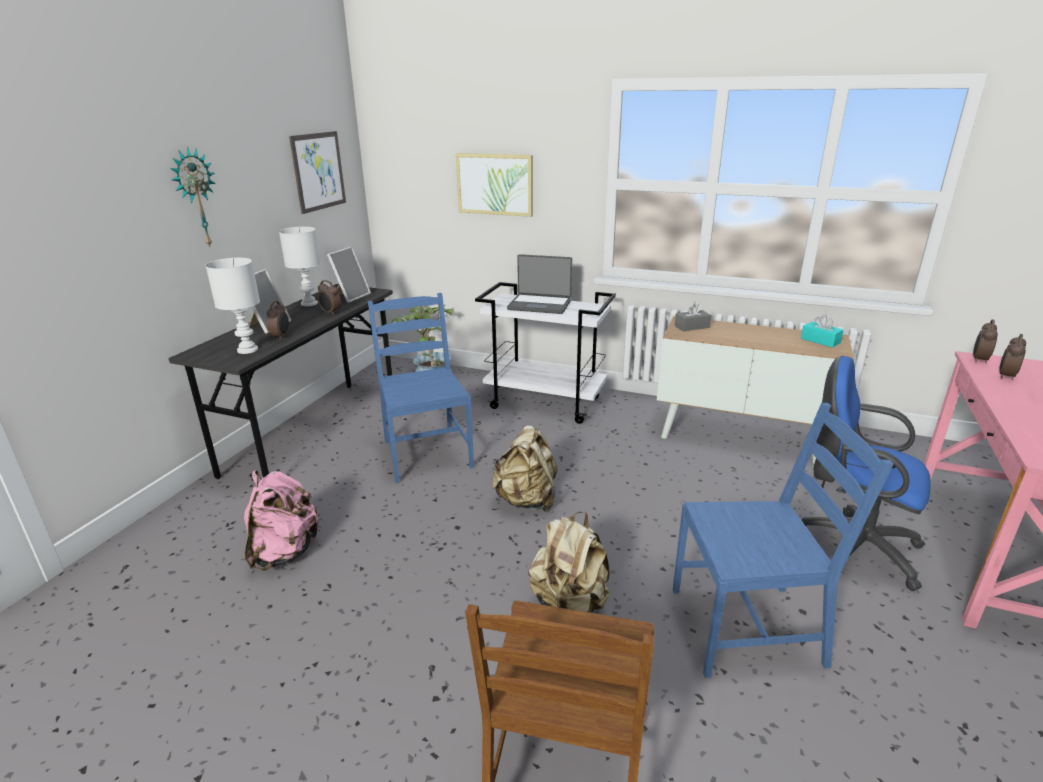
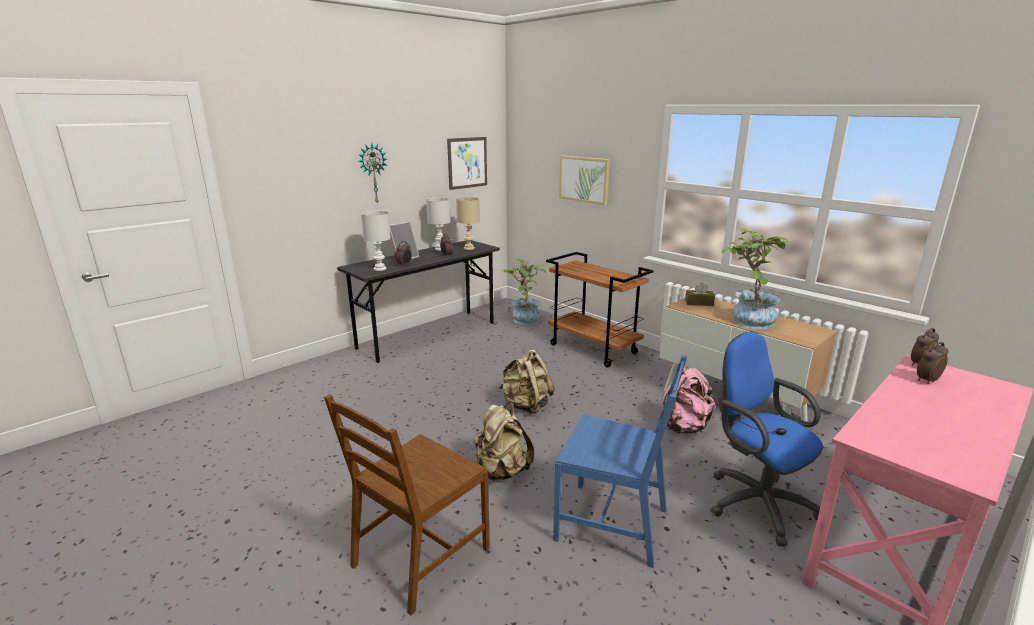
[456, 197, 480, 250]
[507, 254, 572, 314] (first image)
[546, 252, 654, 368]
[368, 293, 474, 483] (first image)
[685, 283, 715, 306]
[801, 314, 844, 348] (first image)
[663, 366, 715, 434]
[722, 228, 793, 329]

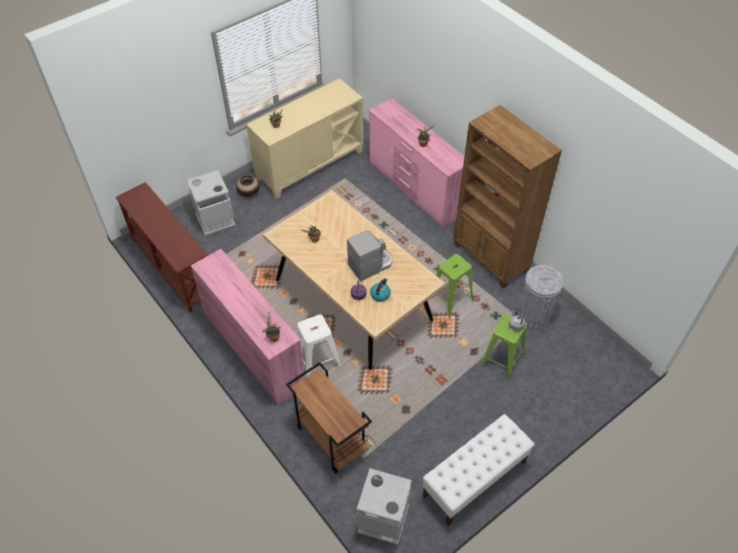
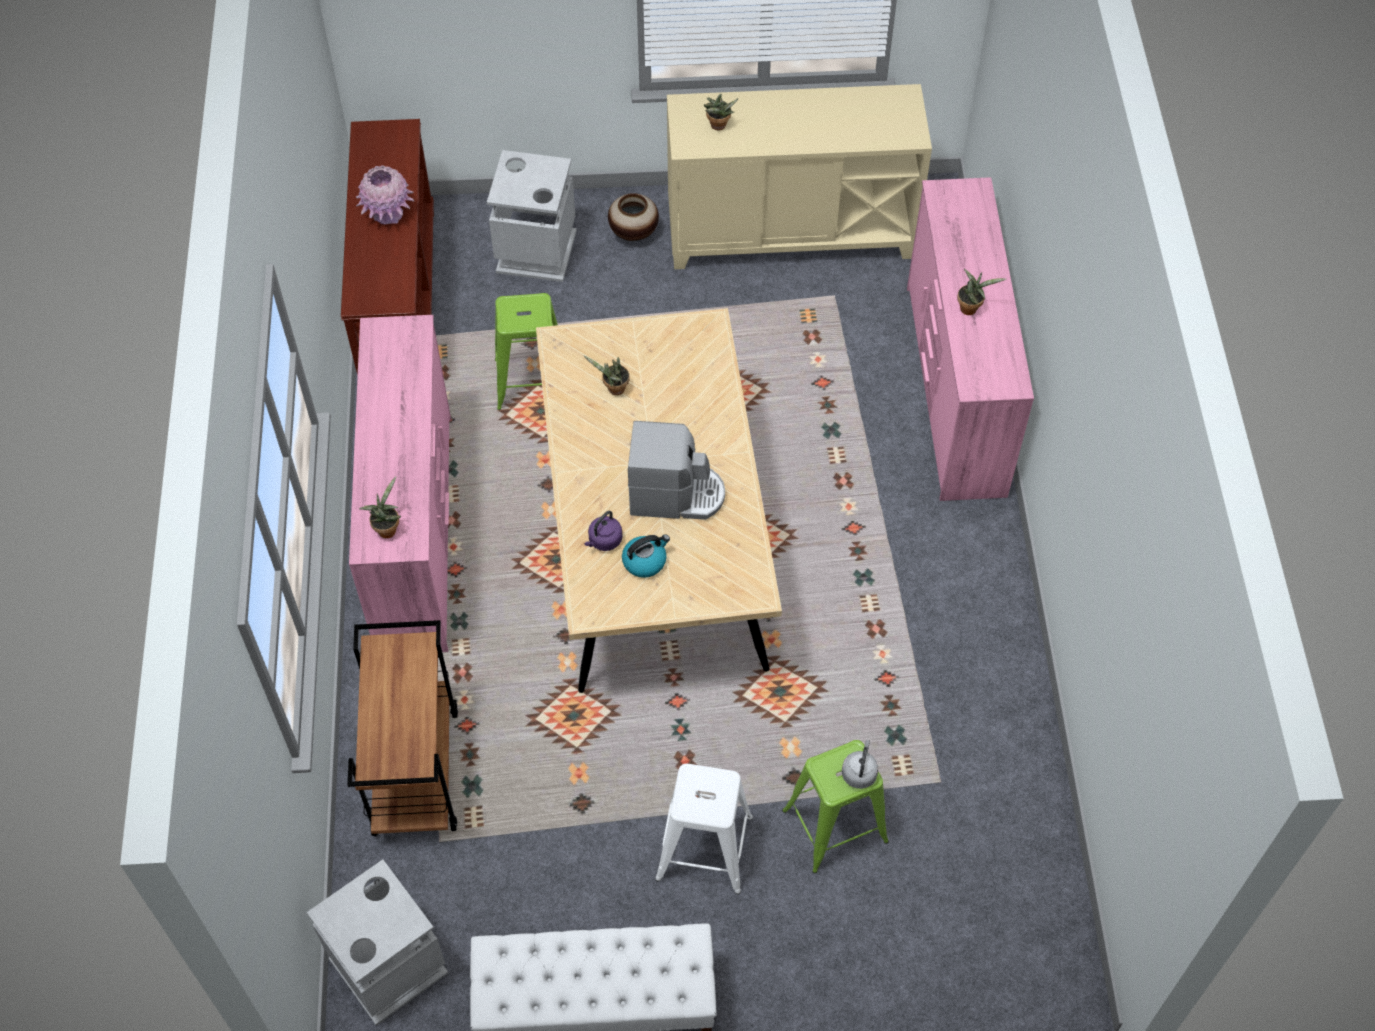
[454, 105, 562, 289] (first image)
[495, 293, 558, 410]
[518, 265, 564, 328] (first image)
[655, 764, 753, 894]
[356, 165, 415, 224]

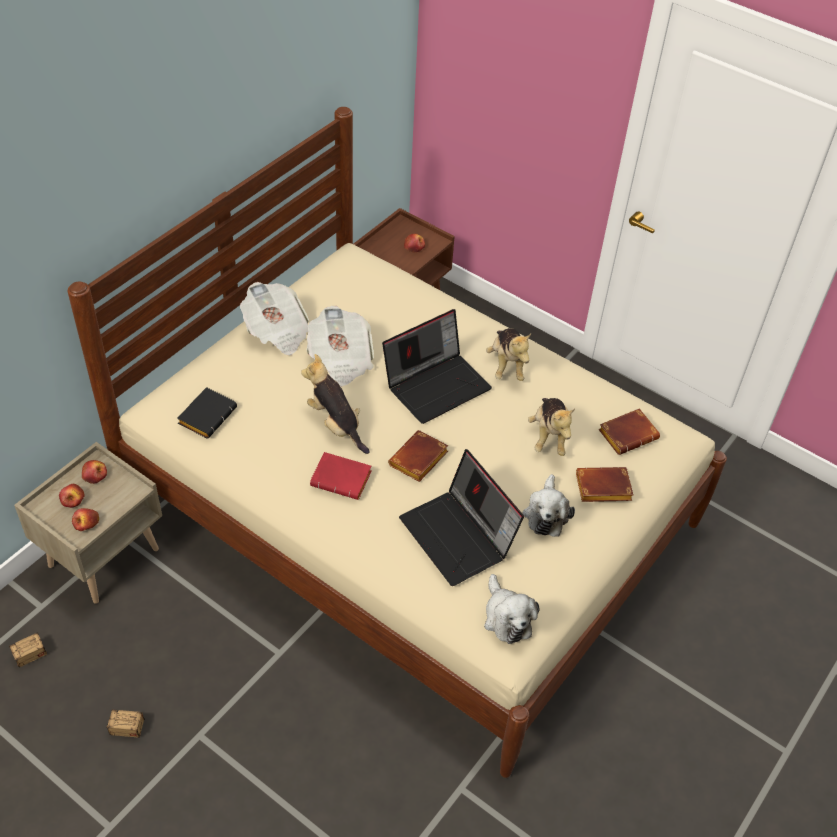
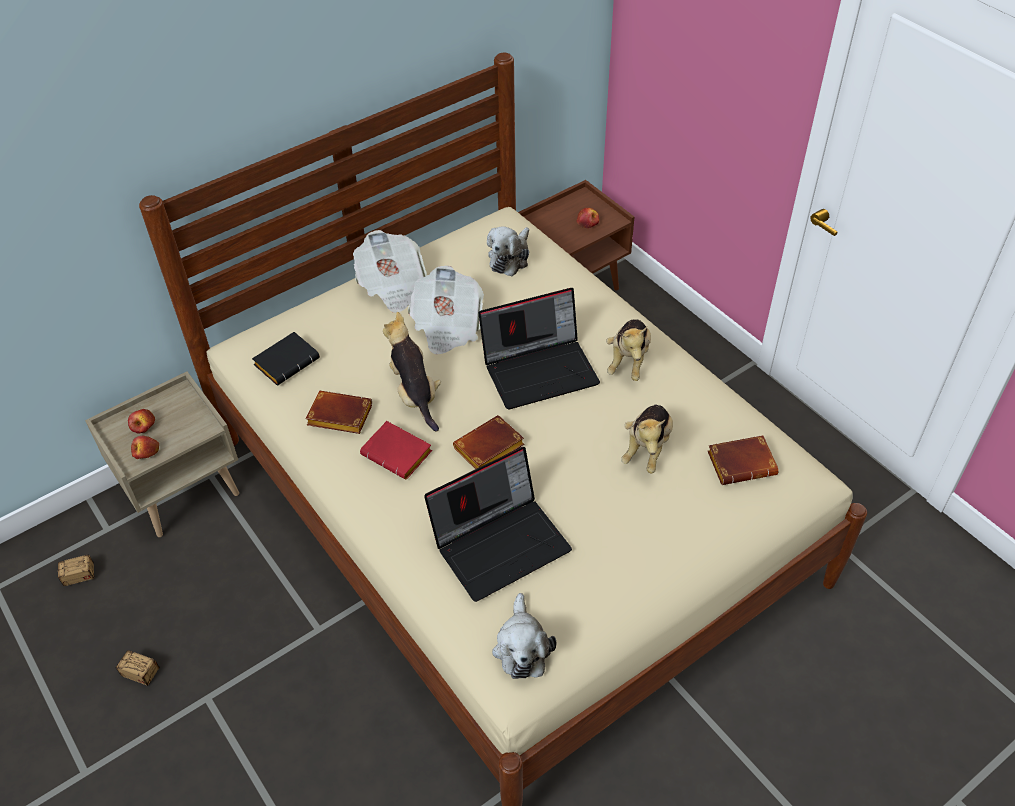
[424, 447, 572, 602]
[82, 460, 107, 484] (first image)
[305, 391, 372, 434]
[487, 226, 529, 276]

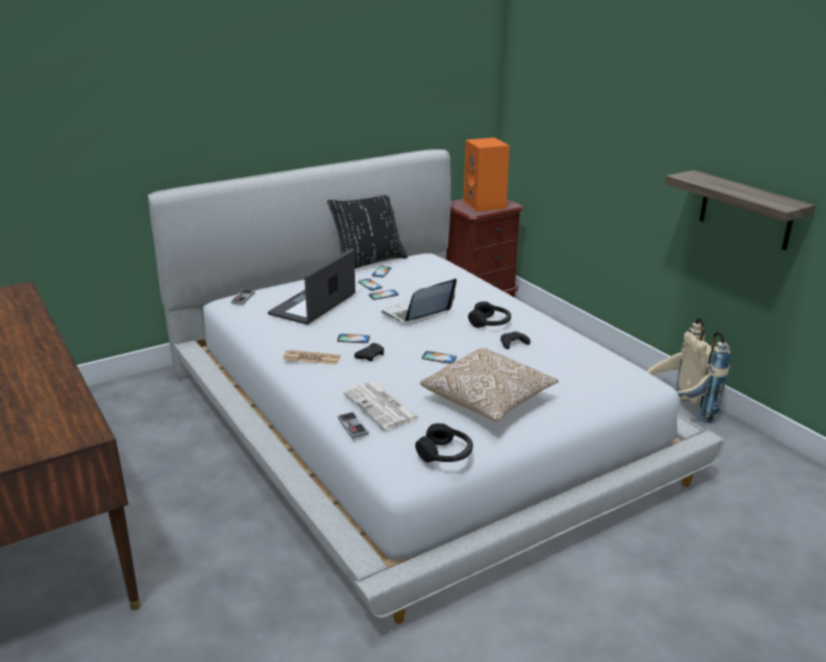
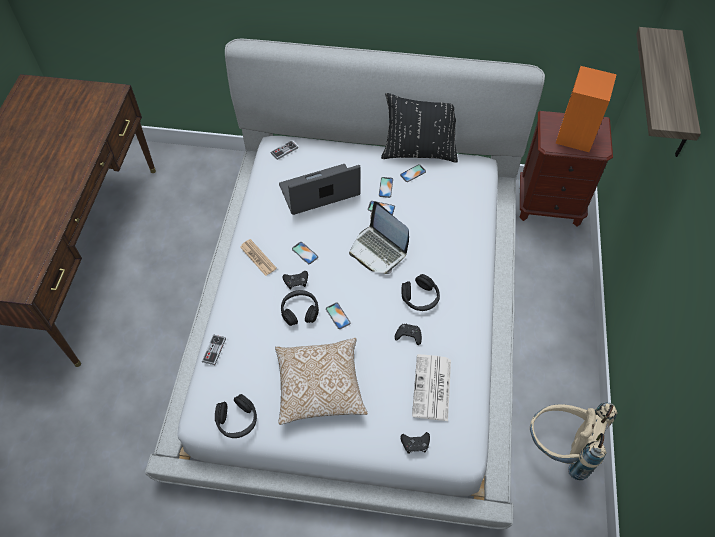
[636, 27, 701, 157]
[349, 201, 409, 274]
[412, 354, 451, 421]
[281, 290, 319, 326]
[400, 432, 430, 454]

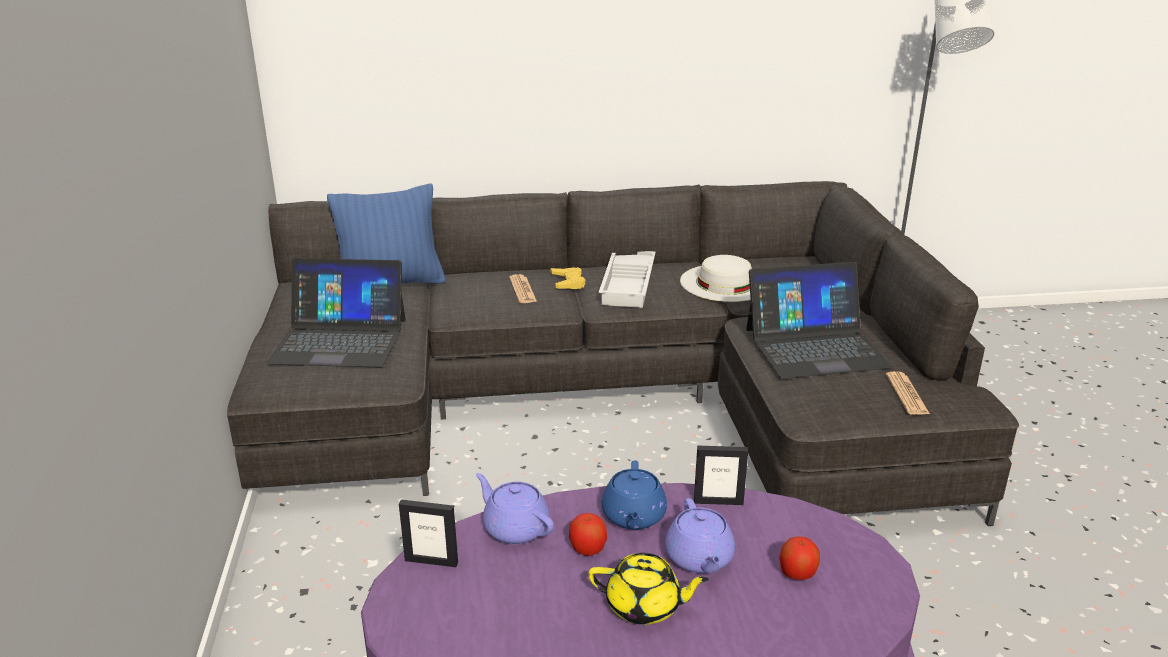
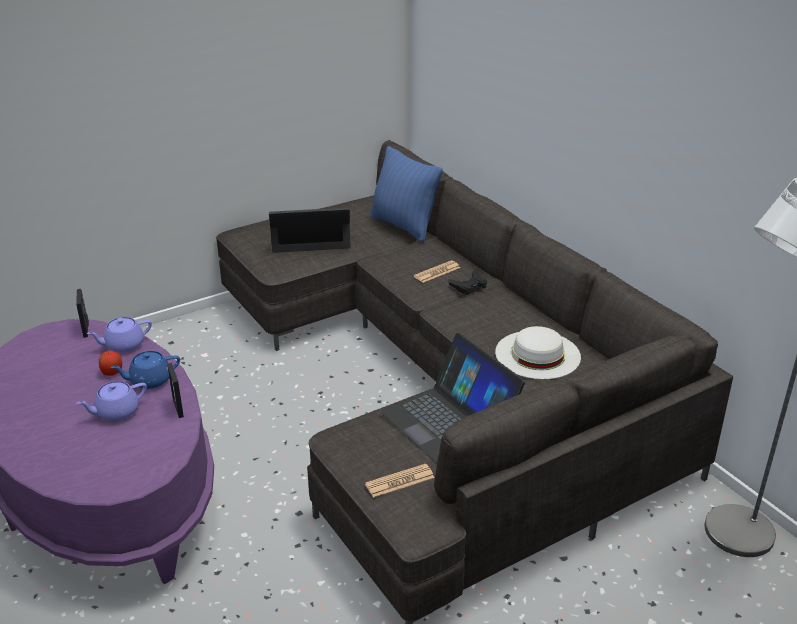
[599, 251, 656, 308] (first image)
[269, 208, 350, 253]
[449, 271, 487, 295]
[87, 317, 152, 353]
[779, 537, 820, 580] (first image)
[588, 553, 709, 625] (first image)

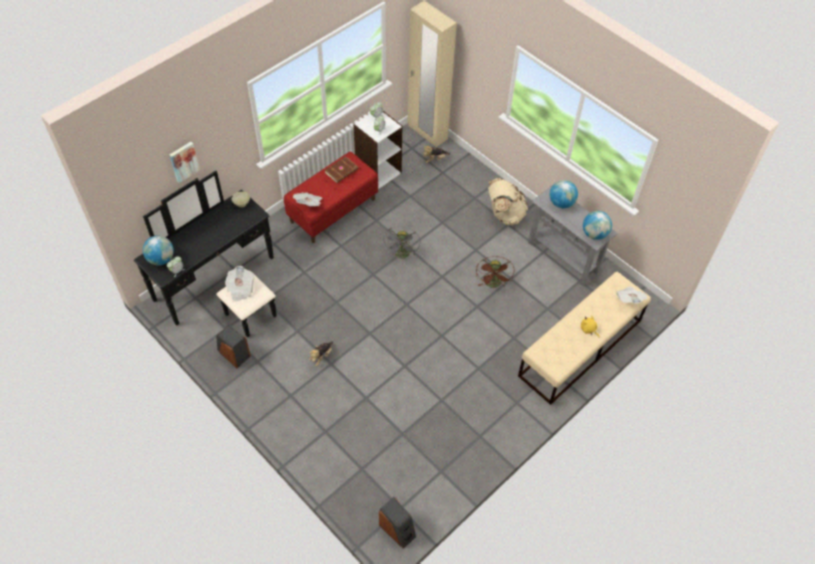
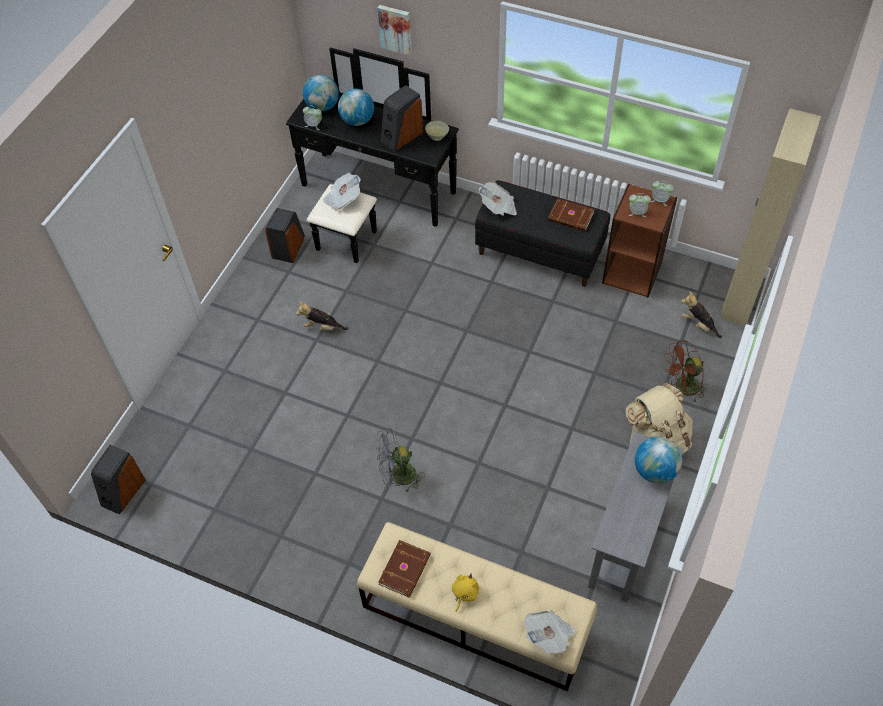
[602, 184, 677, 298]
[475, 180, 610, 287]
[338, 89, 374, 126]
[376, 429, 425, 493]
[665, 340, 708, 402]
[381, 85, 423, 151]
[378, 540, 431, 598]

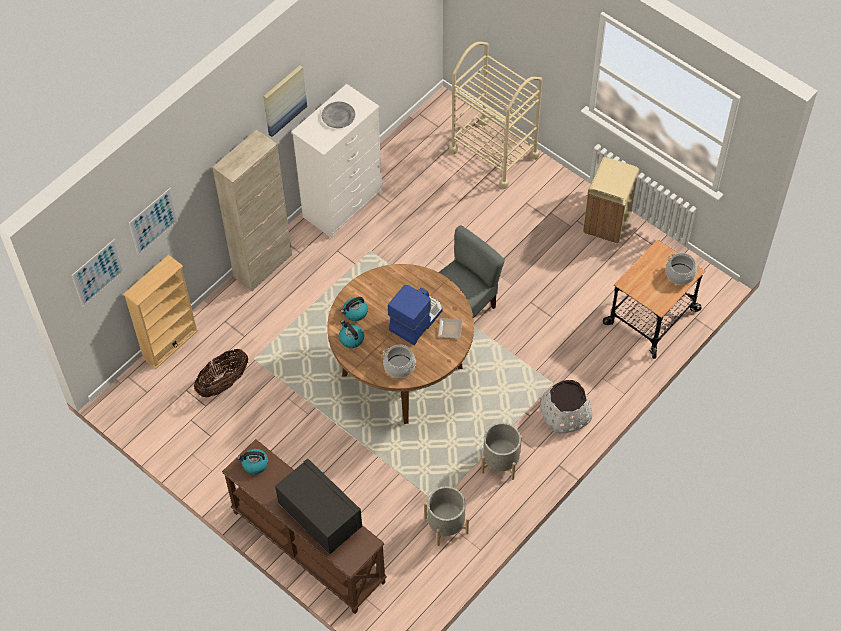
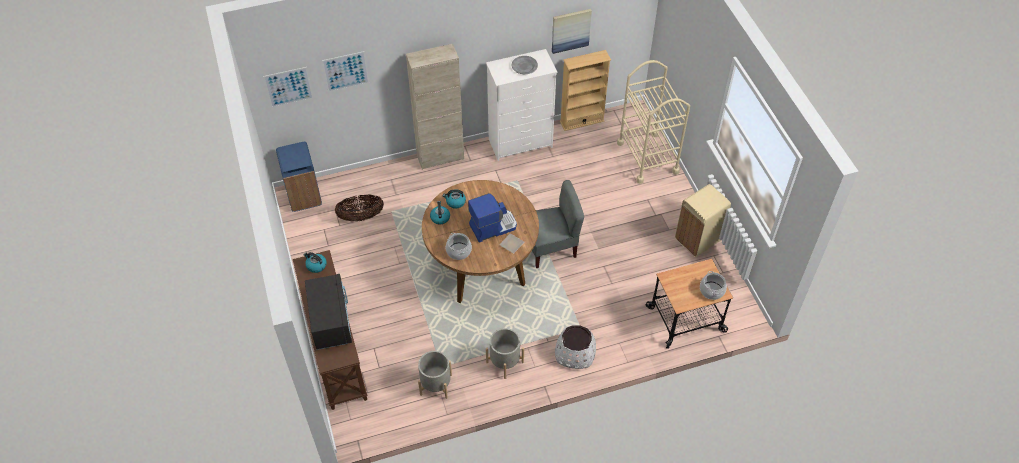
[552, 9, 592, 54]
[560, 50, 611, 131]
[276, 142, 322, 212]

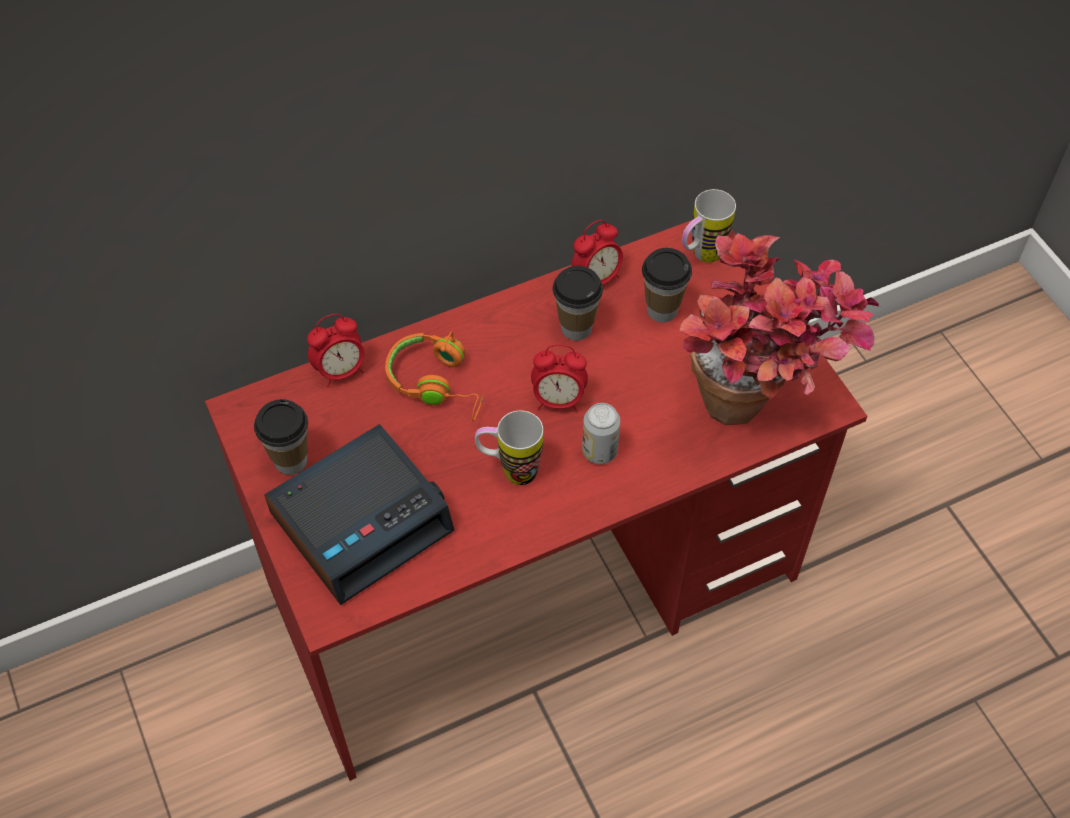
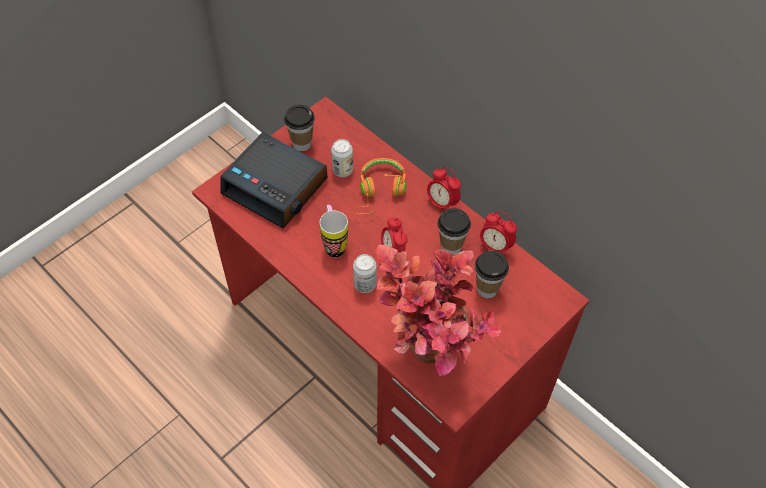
[682, 189, 736, 263] (first image)
[427, 167, 461, 210]
[331, 139, 353, 177]

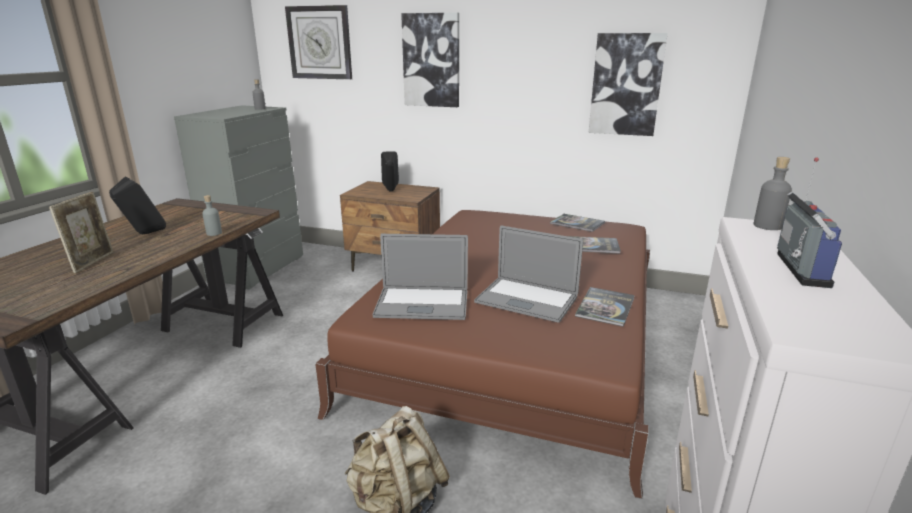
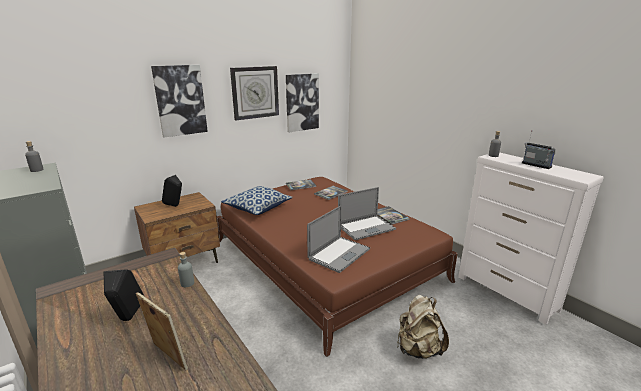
[230, 66, 279, 120]
[221, 186, 293, 215]

